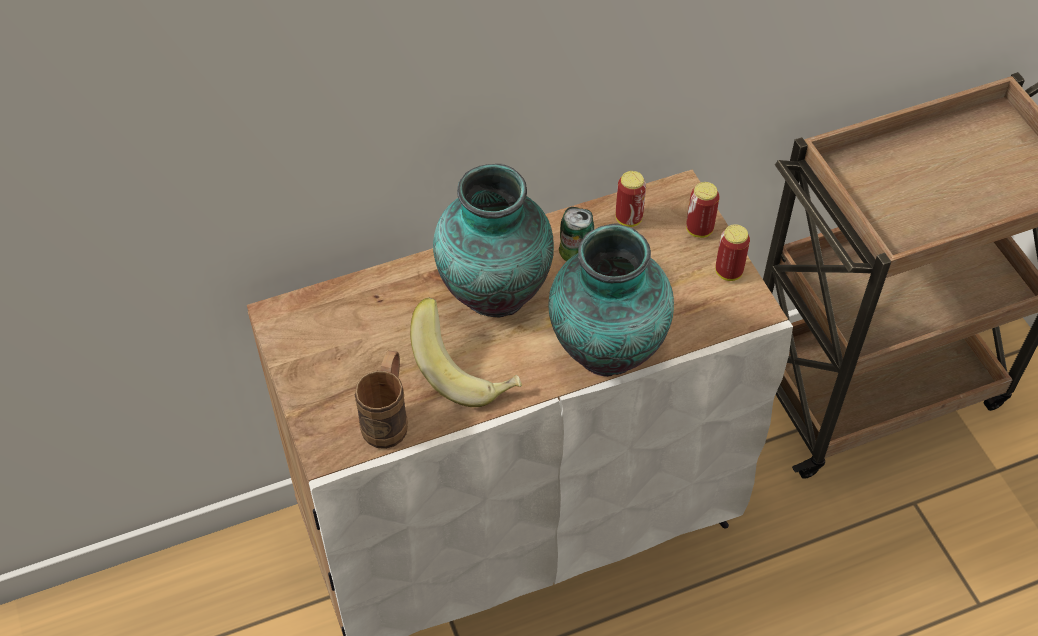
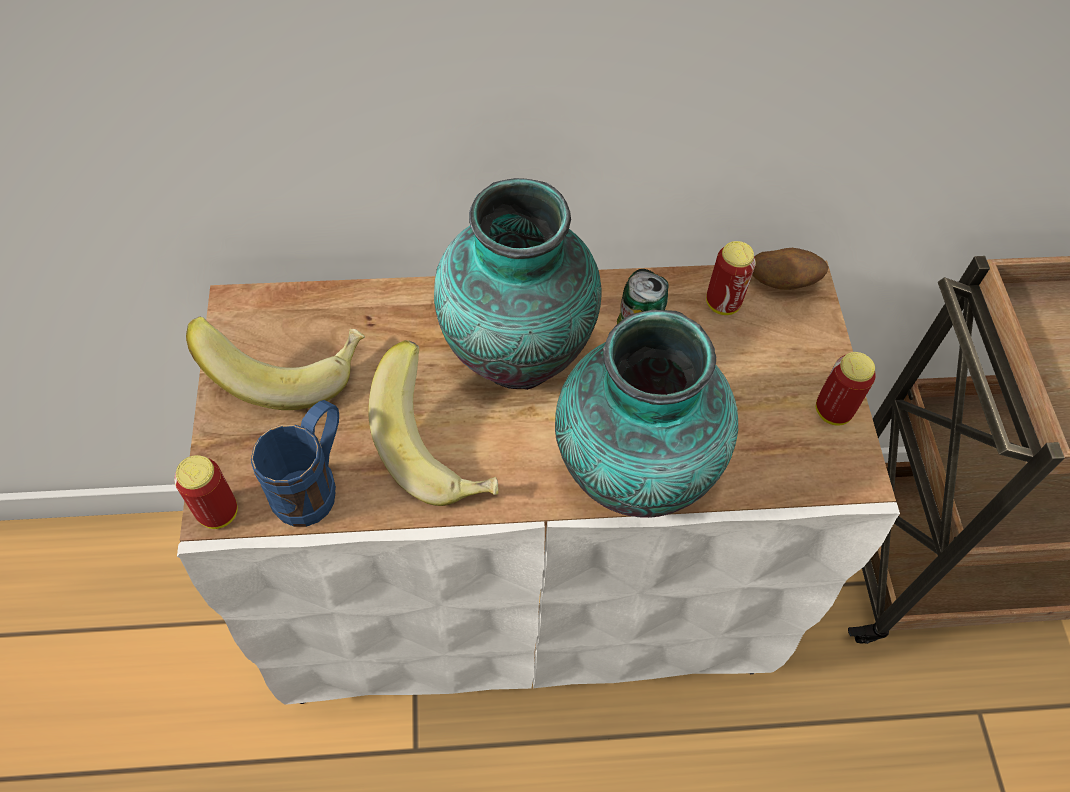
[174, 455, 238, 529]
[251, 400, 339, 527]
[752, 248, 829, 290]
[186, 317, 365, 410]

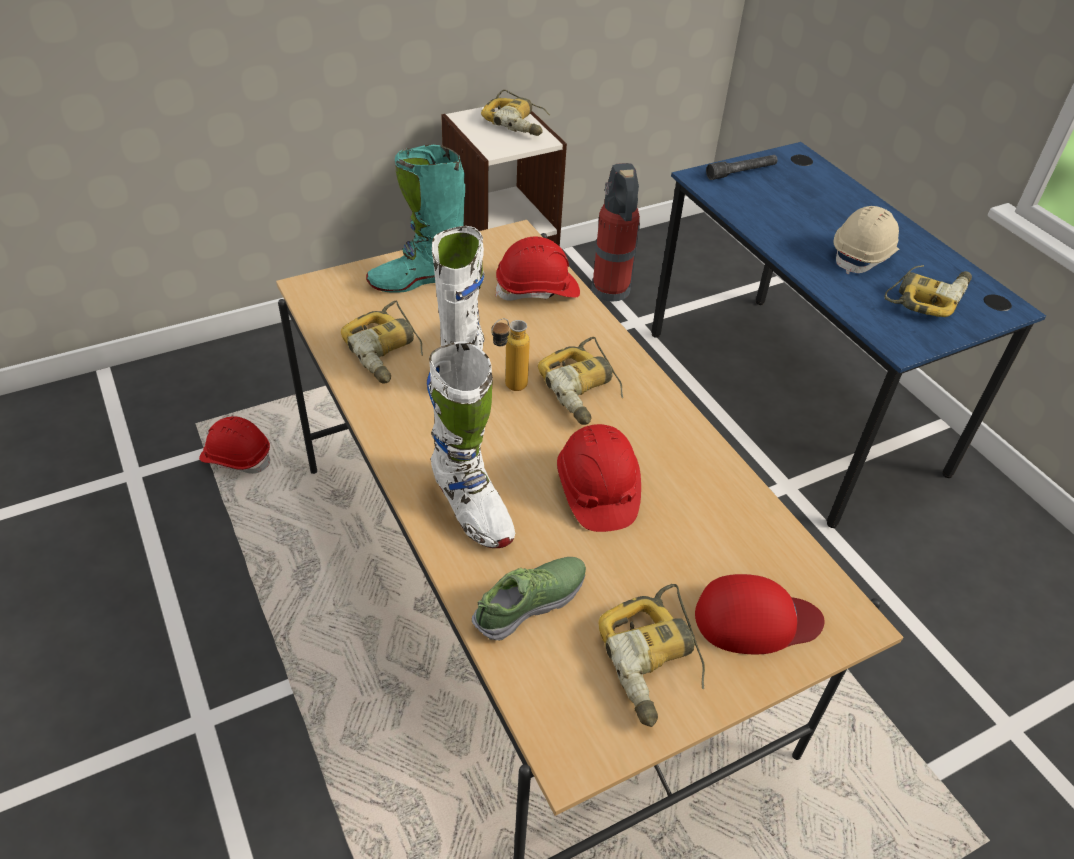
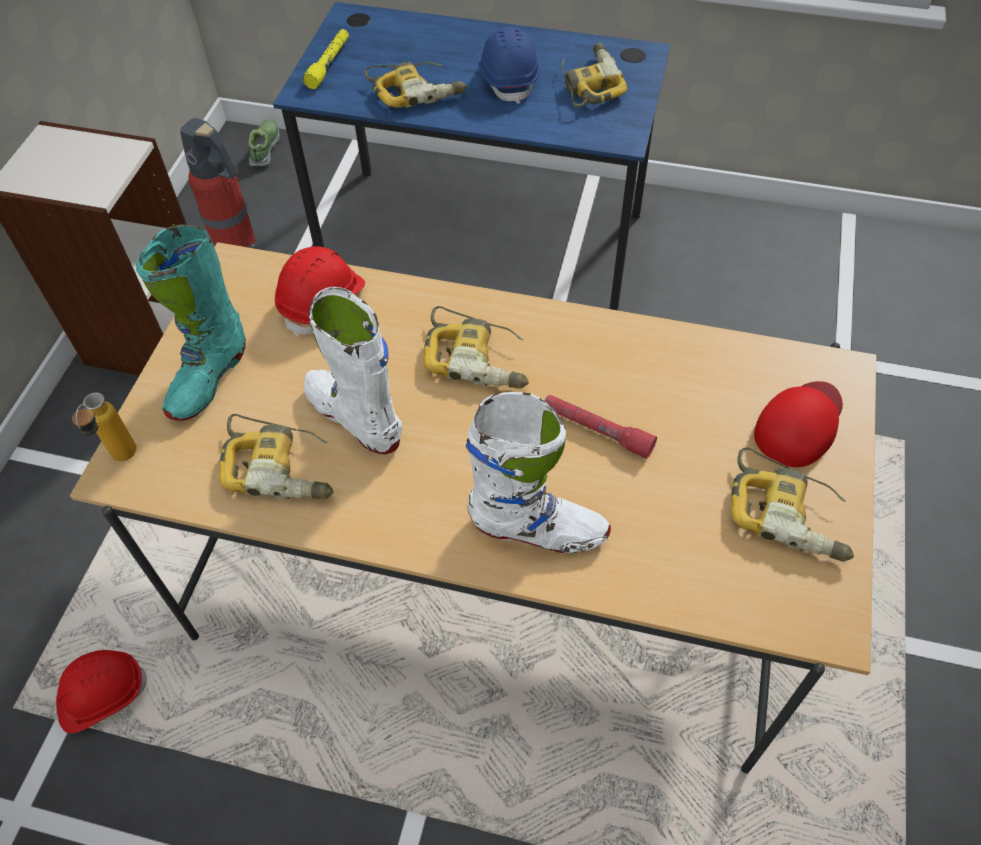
[364, 62, 467, 108]
[302, 29, 349, 89]
[479, 27, 541, 104]
[72, 393, 136, 461]
[544, 395, 657, 459]
[249, 119, 280, 167]

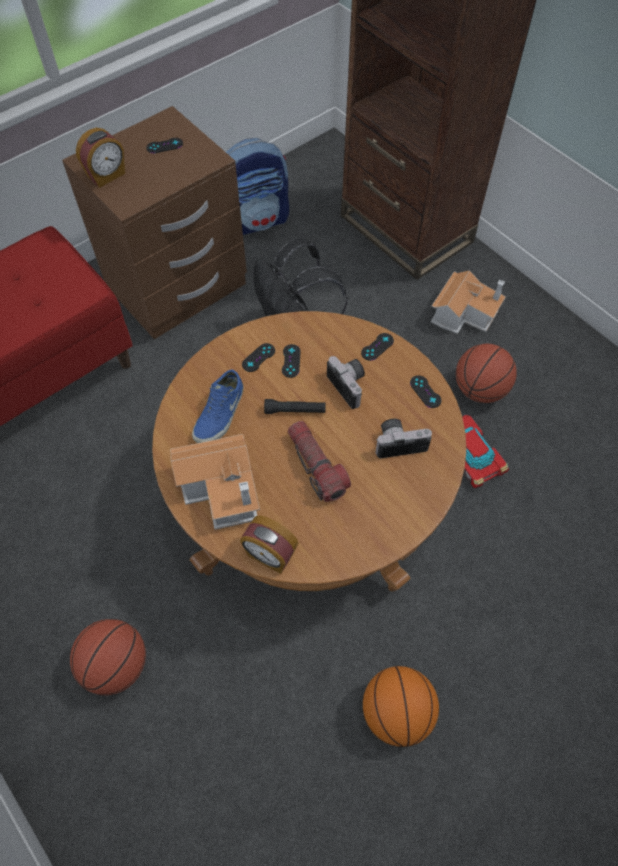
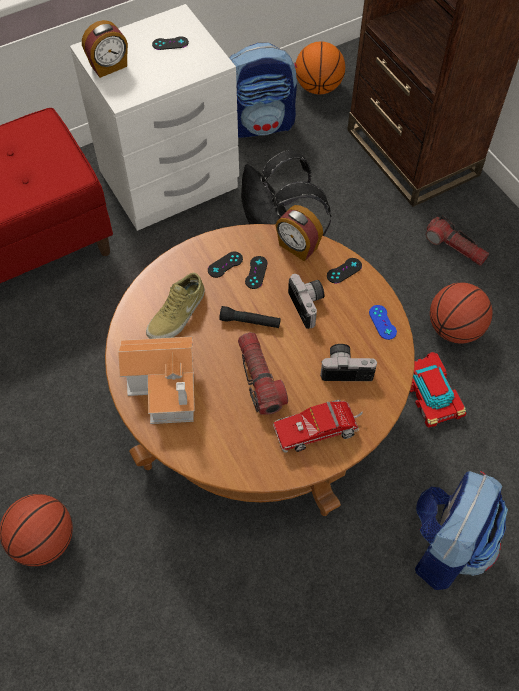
[70, 4, 239, 231]
[426, 215, 489, 266]
[146, 273, 205, 339]
[369, 305, 397, 340]
[276, 205, 323, 262]
[295, 41, 345, 94]
[273, 400, 363, 453]
[415, 471, 508, 590]

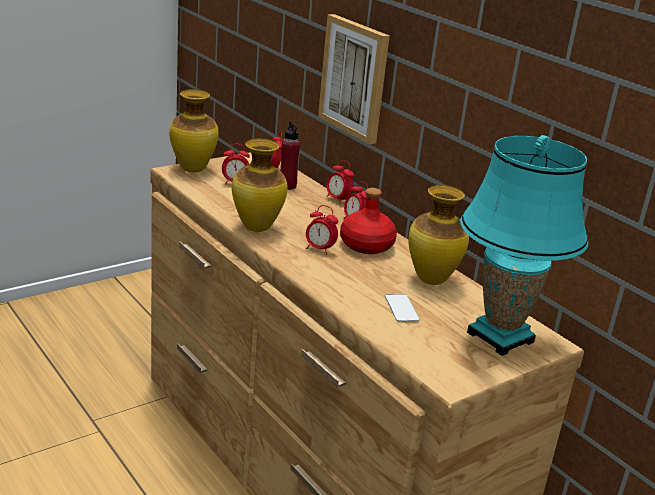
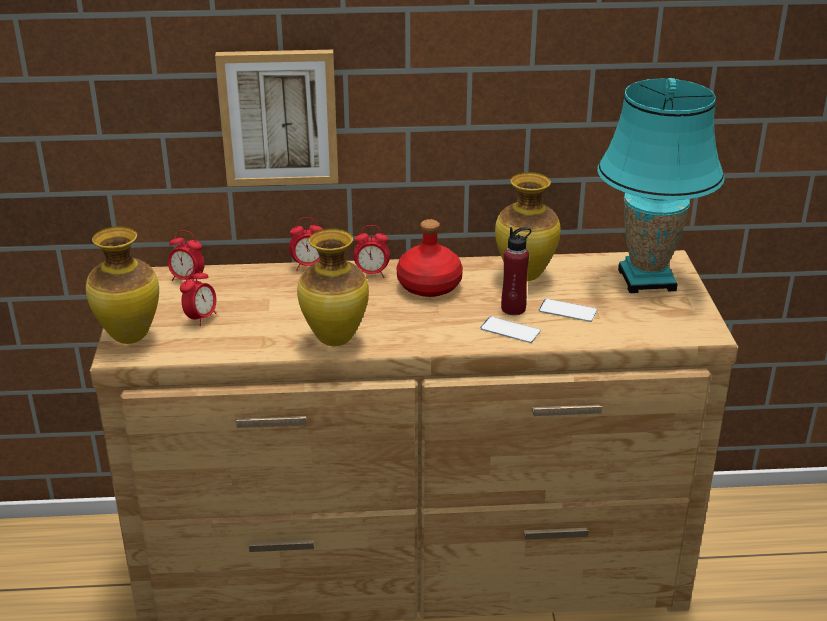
[501, 227, 531, 315]
[306, 205, 338, 255] (first image)
[480, 316, 541, 343]

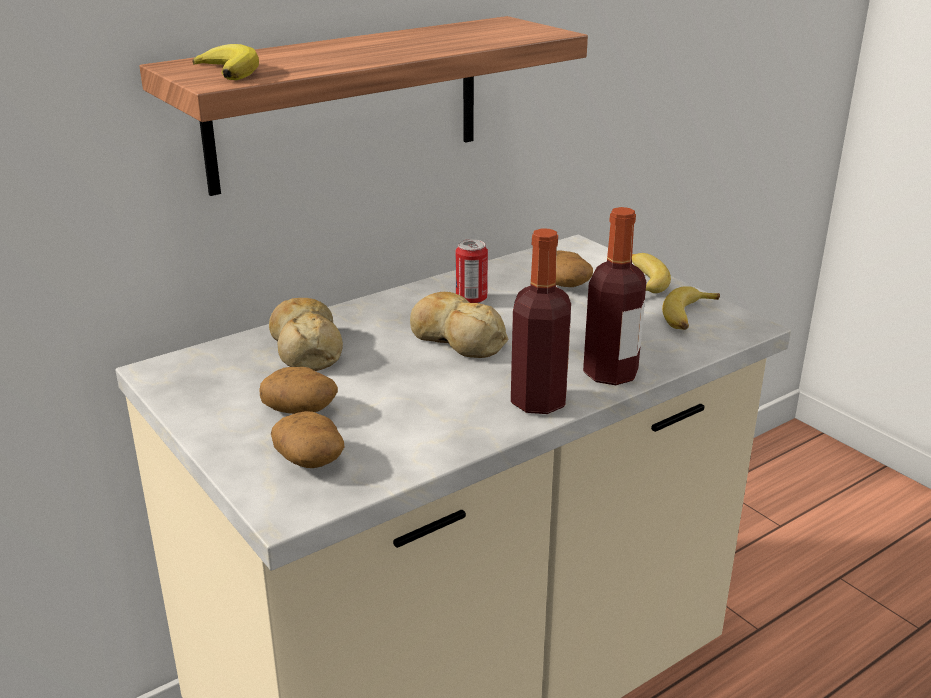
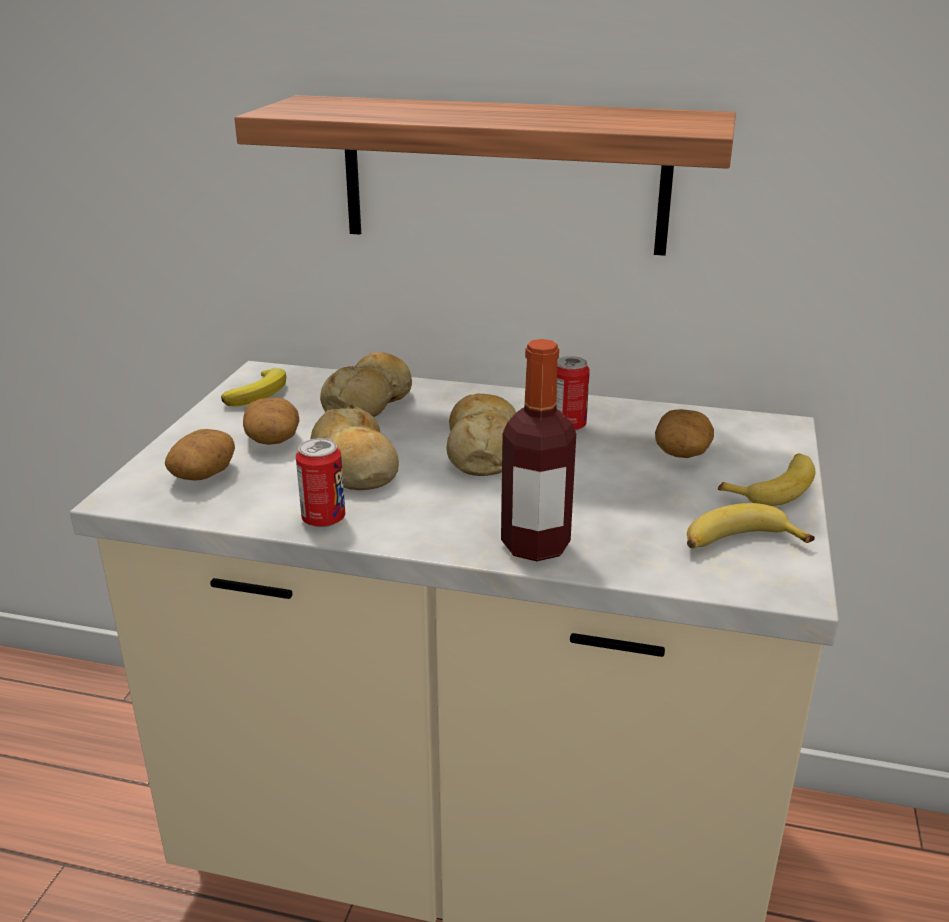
[221, 368, 286, 407]
[511, 228, 571, 414] (first image)
[311, 404, 399, 490]
[296, 438, 345, 527]

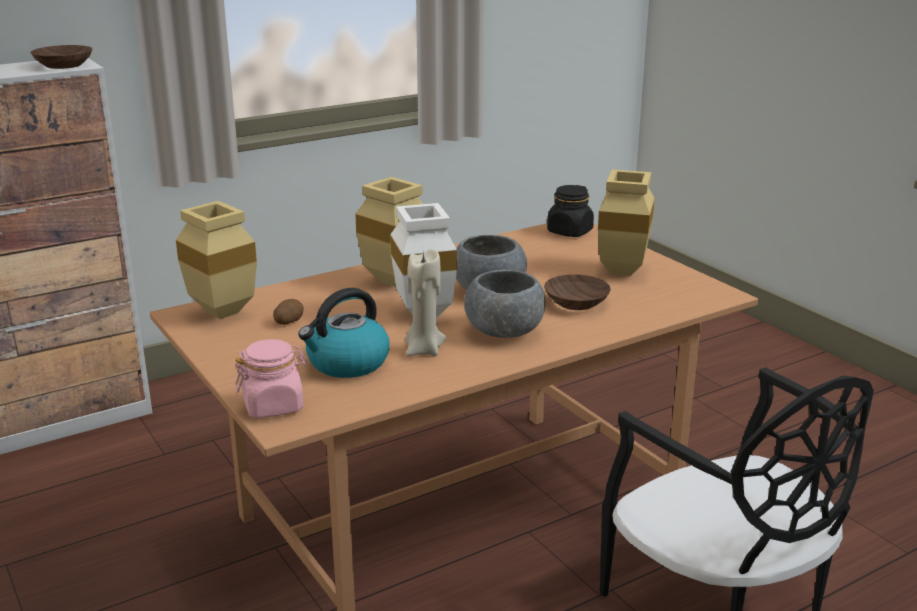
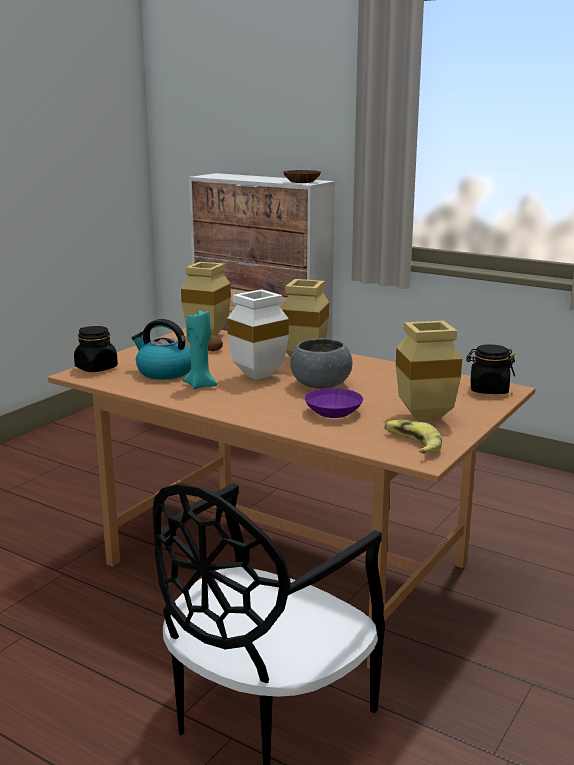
[183, 308, 217, 389]
[464, 270, 546, 338] (first image)
[305, 388, 363, 418]
[74, 326, 118, 372]
[384, 420, 442, 454]

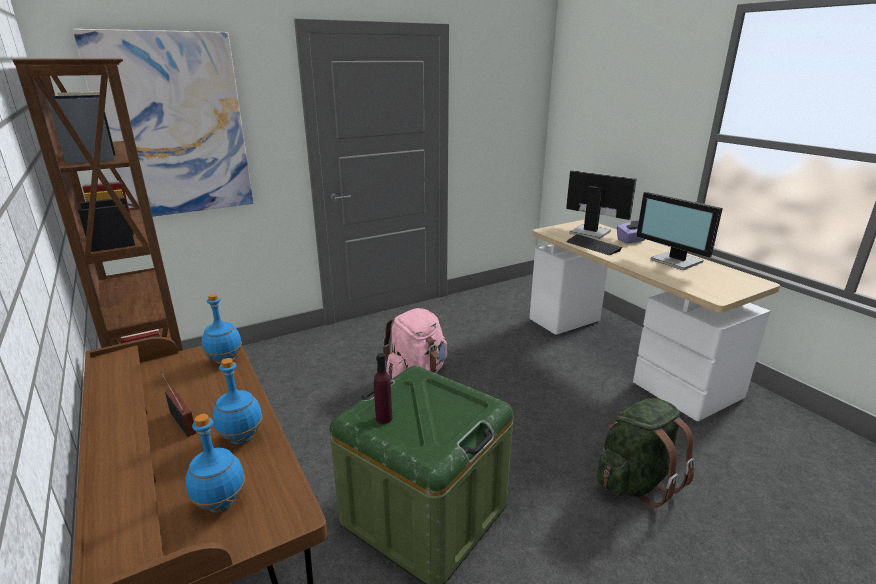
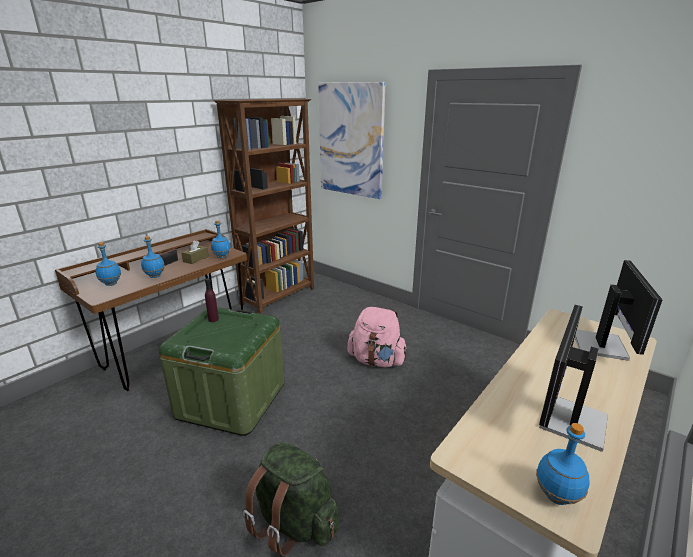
[617, 221, 645, 243] (first image)
[566, 234, 622, 255] (first image)
[181, 240, 209, 264]
[536, 423, 589, 505]

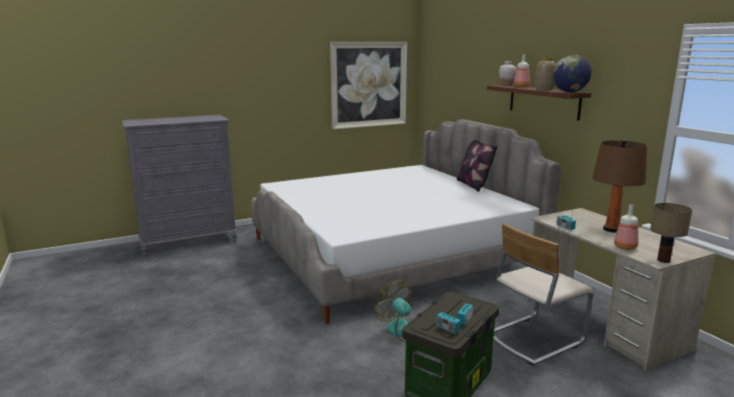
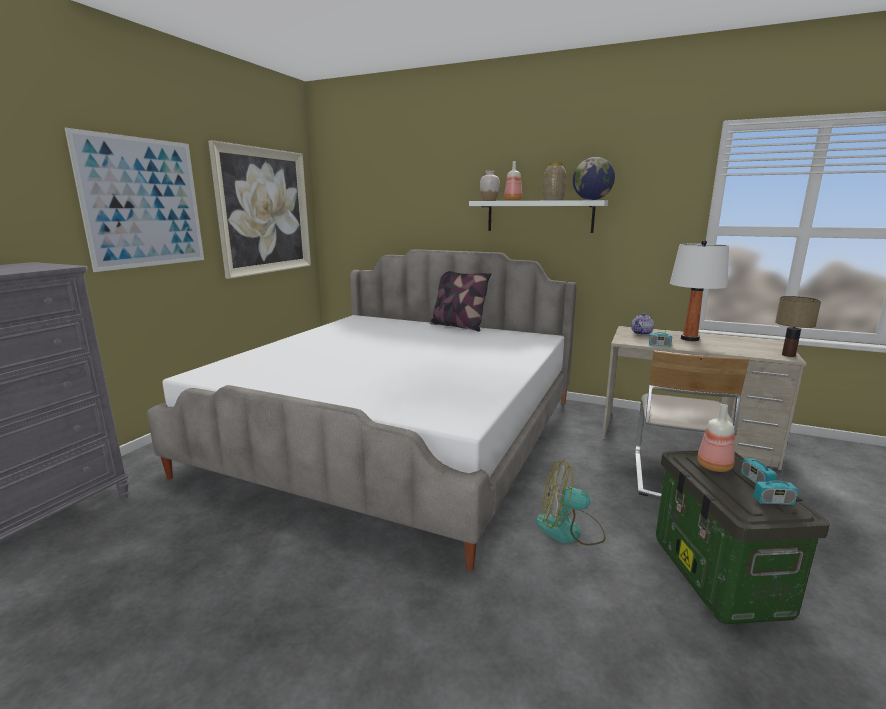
[469, 200, 608, 233]
[670, 240, 729, 341]
[697, 404, 735, 472]
[65, 128, 204, 272]
[631, 313, 654, 335]

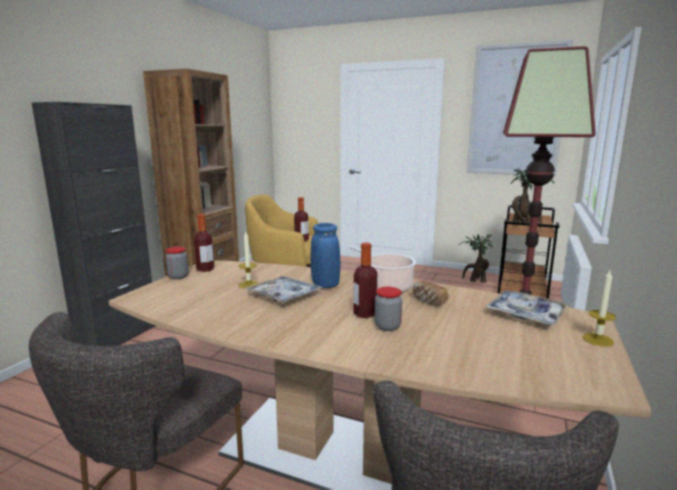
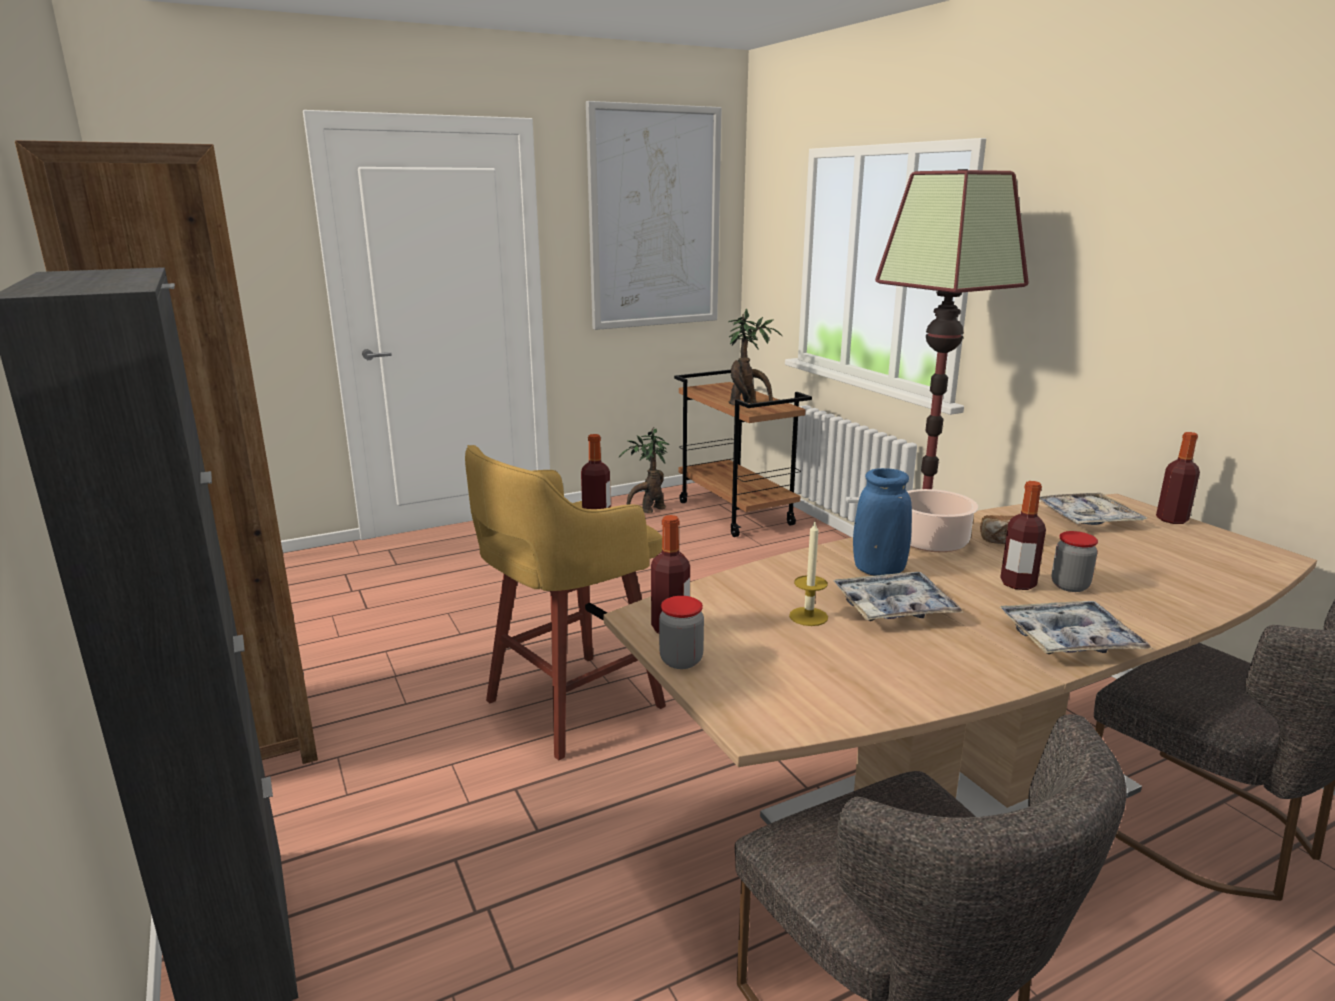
[1156, 432, 1200, 524]
[1000, 601, 1152, 654]

